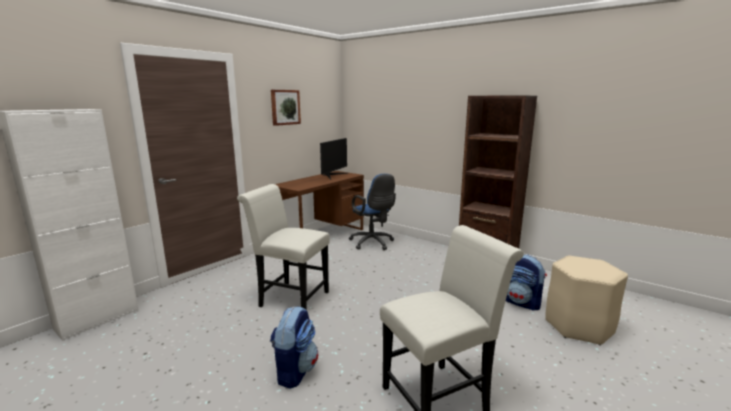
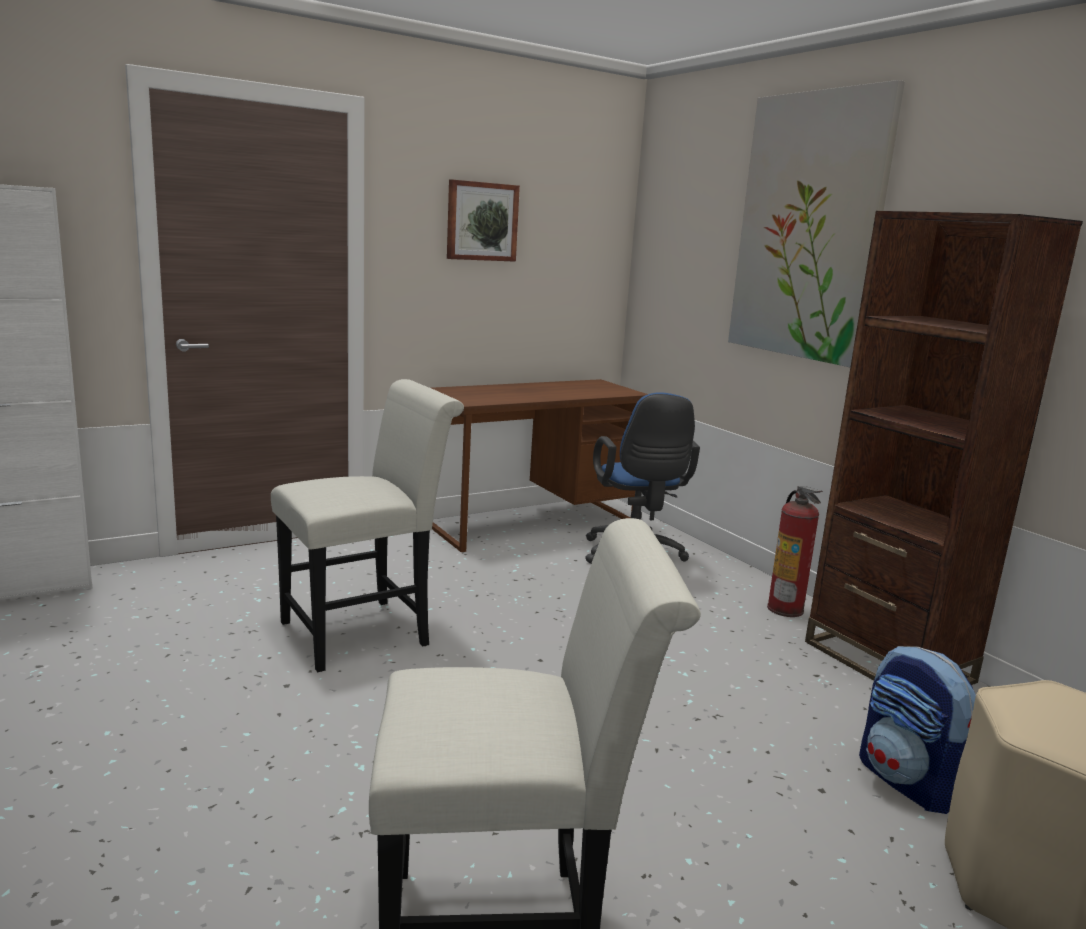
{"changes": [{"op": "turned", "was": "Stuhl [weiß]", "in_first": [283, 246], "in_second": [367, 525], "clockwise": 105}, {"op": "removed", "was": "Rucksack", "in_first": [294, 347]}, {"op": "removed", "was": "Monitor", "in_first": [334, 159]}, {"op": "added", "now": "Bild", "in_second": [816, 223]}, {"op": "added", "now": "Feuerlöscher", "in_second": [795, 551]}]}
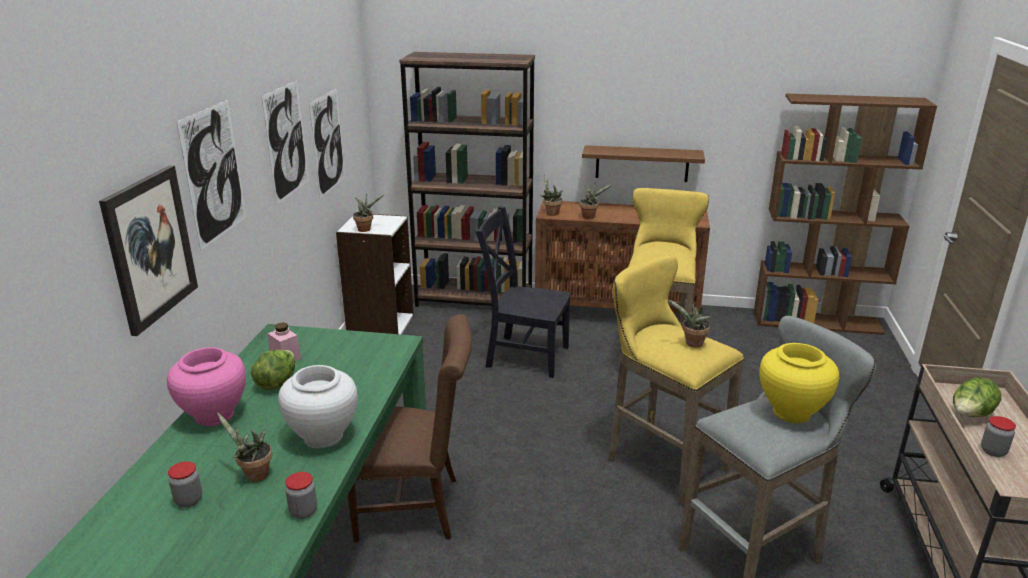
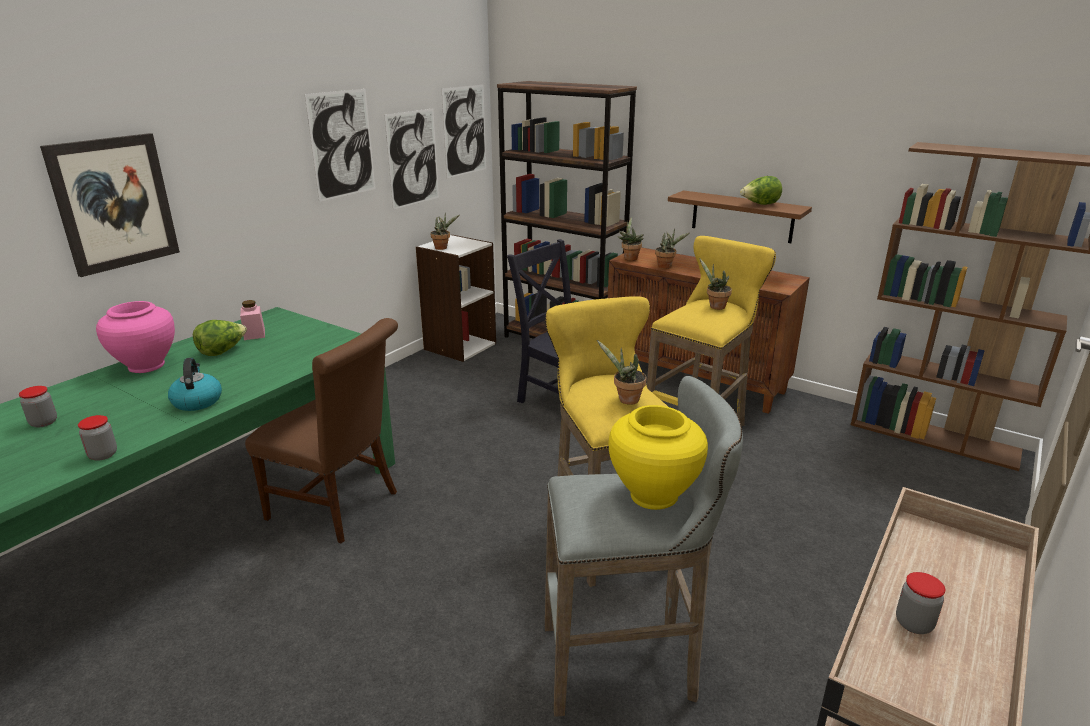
{"changes": [{"op": "moved", "was": "Bild", "in_first": [211, 175], "in_second": [464, 131]}, {"op": "moved", "was": "Topfpflanze", "in_first": [244, 447], "in_second": [716, 284]}, {"op": "replaced", "was": "Vase [weiß]", "now": "Wasserkessel", "in_first": [318, 407], "in_second": [195, 384]}, {"op": "moved", "was": "Salatkopf", "in_first": [977, 397], "in_second": [761, 190]}]}
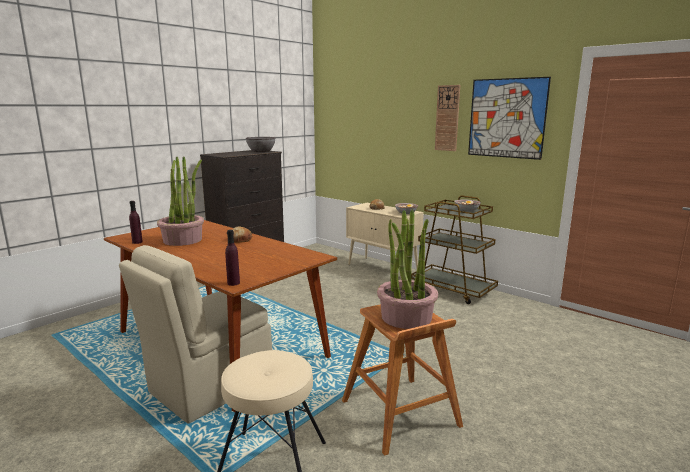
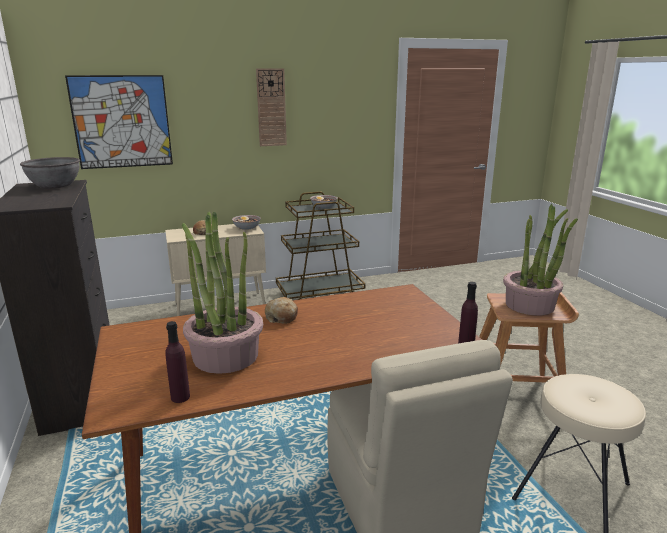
{"changes": [{"op": "moved", "was": "Bild", "in_first": [509, 118], "in_second": [119, 122]}]}
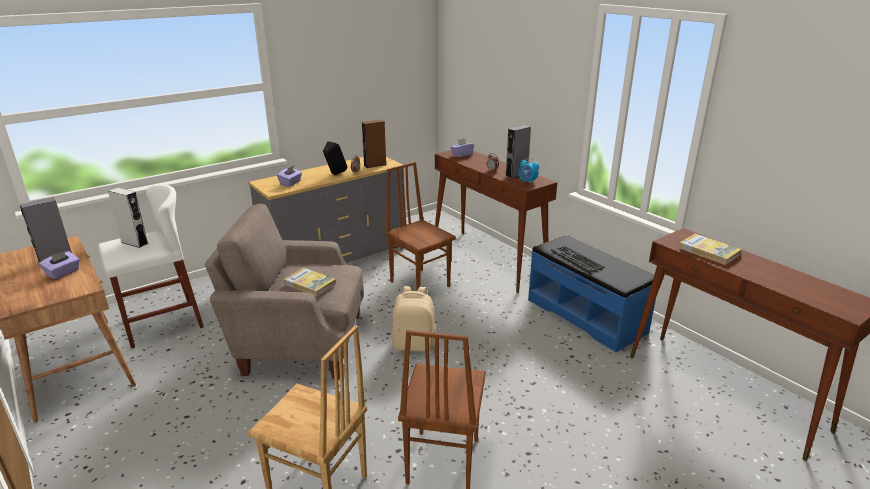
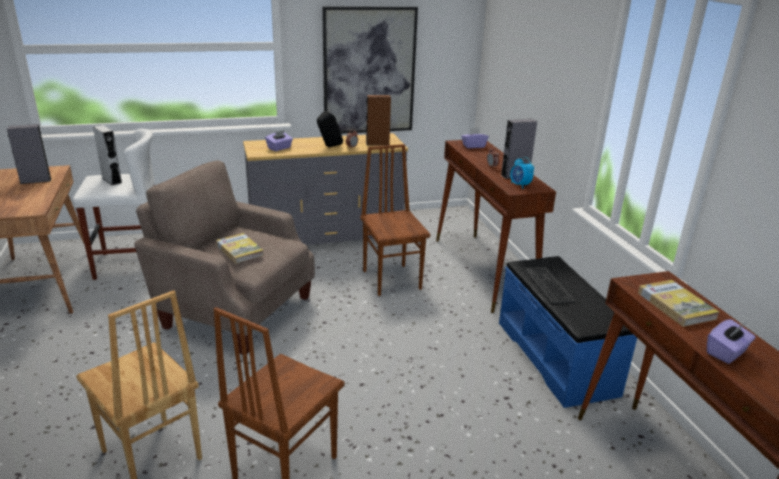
{"changes": [{"op": "moved", "was": "Taschentuchbox [lila]", "in_first": [59, 265], "in_second": [731, 341]}, {"op": "removed", "was": "Rucksack [beige]", "in_first": [414, 319]}, {"op": "added", "now": "Bild", "in_second": [370, 70]}]}
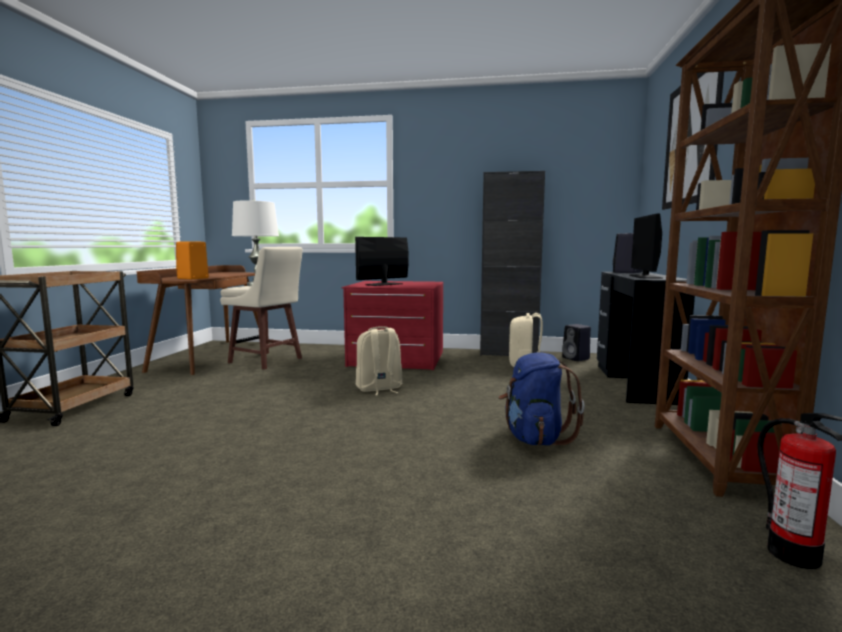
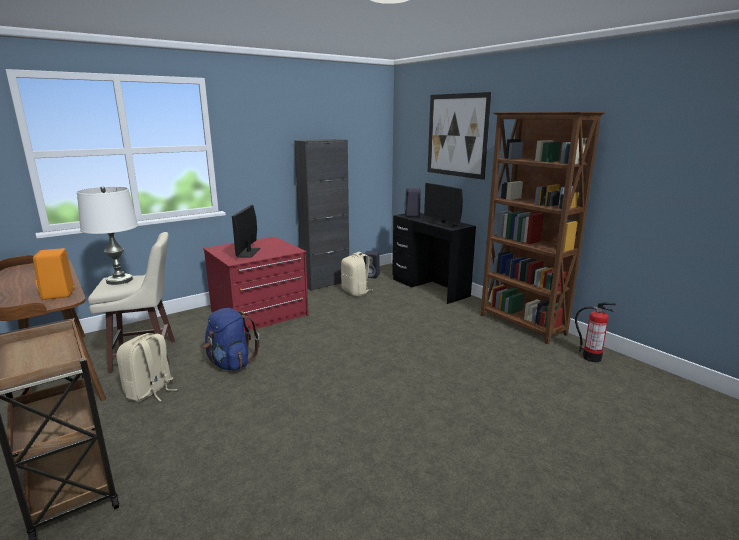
{"changes": [{"op": "moved", "was": "Rucksack [beige]", "in_first": [379, 360], "in_second": [147, 367]}, {"op": "moved", "was": "Rucksack [blau]", "in_first": [541, 398], "in_second": [231, 339]}]}
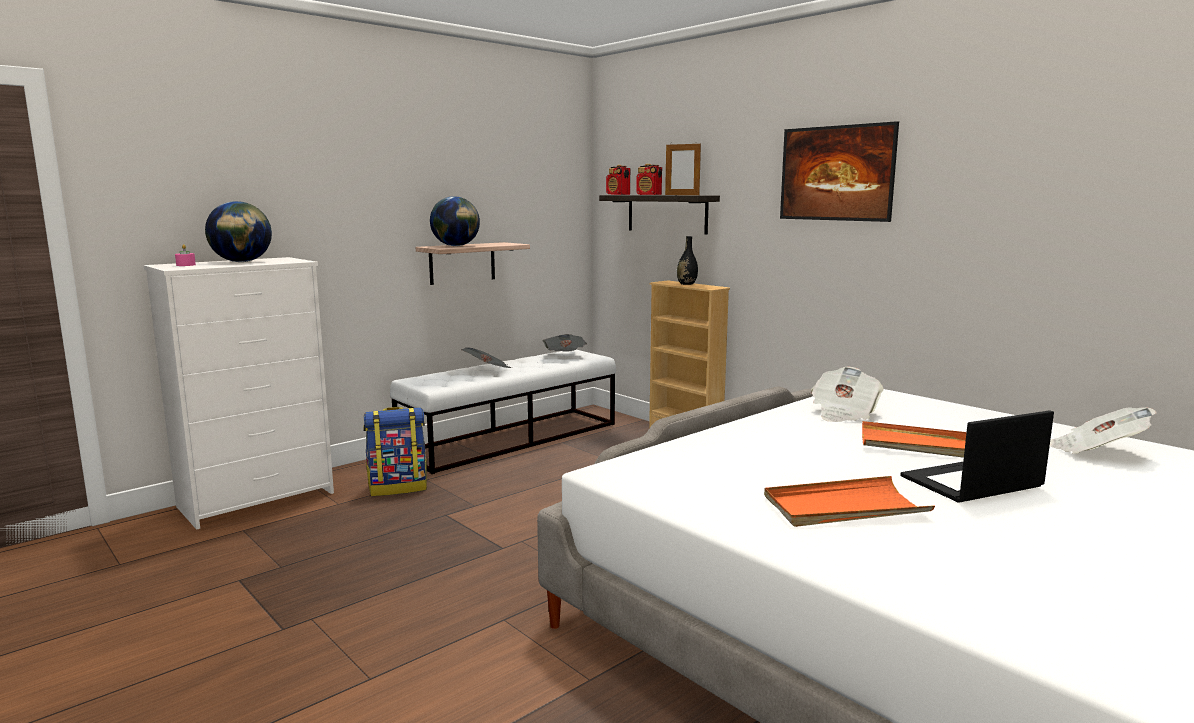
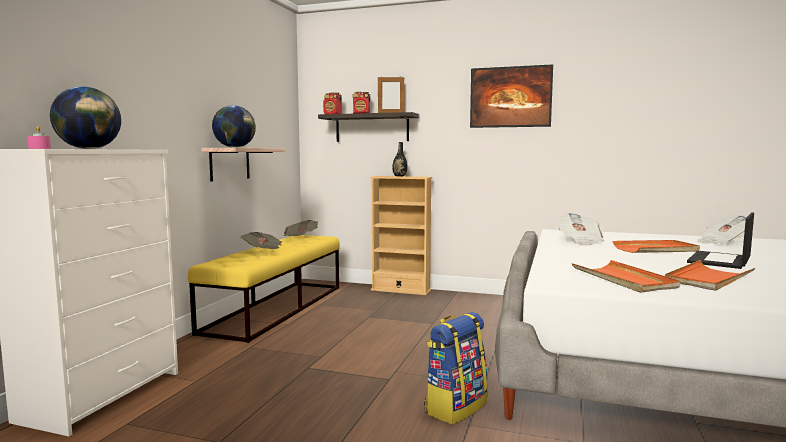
{"changes": [{"op": "moved", "was": "Rucksack", "in_first": [395, 451], "in_second": [456, 368]}, {"op": "recoloured", "was": "Bank [weiß]", "now": "Bank [gelb]", "in_first": [503, 412], "in_second": [264, 289]}, {"op": "added", "now": "Tablett [orange]", "in_second": [626, 276]}]}
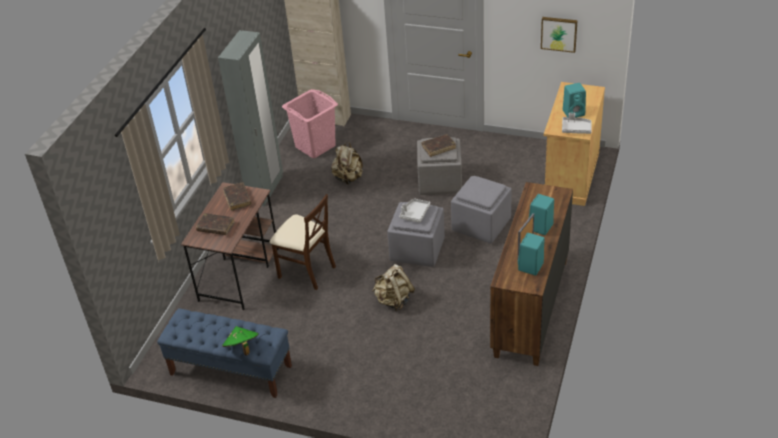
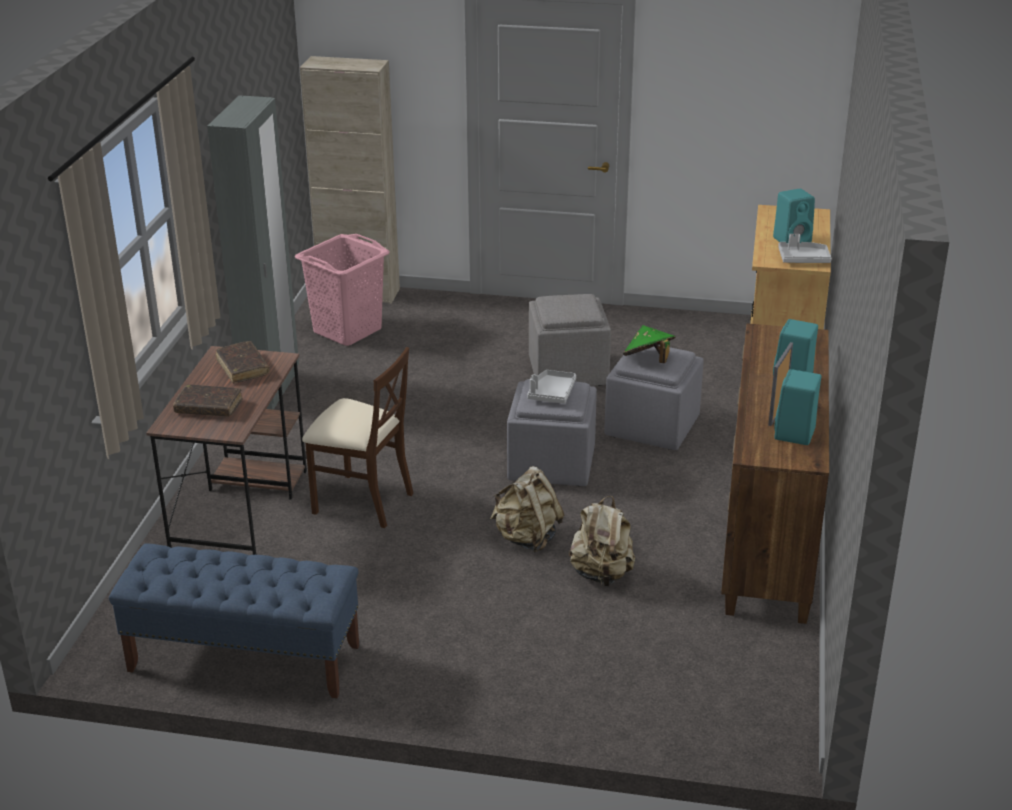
{"changes": [{"op": "moved", "was": "Hut [grün]", "in_first": [240, 341], "in_second": [649, 344]}, {"op": "moved", "was": "Rucksack [beige]", "in_first": [347, 163], "in_second": [602, 541]}, {"op": "removed", "was": "Buch [braun]", "in_first": [438, 145]}, {"op": "removed", "was": "Bild", "in_first": [559, 35]}]}
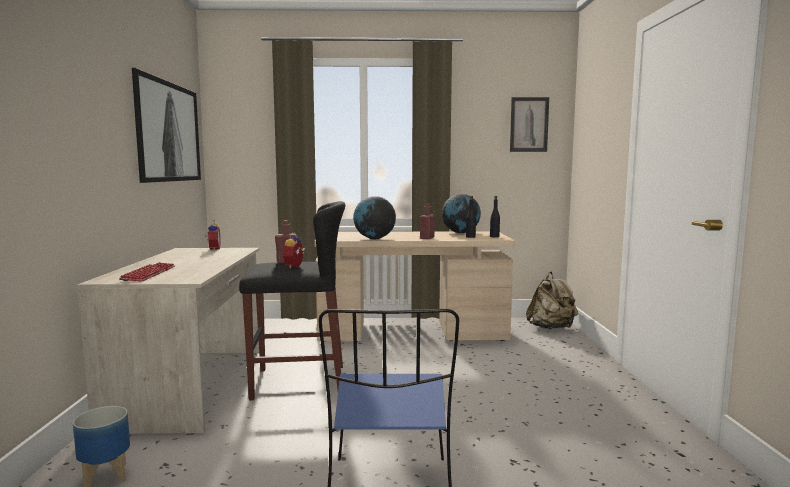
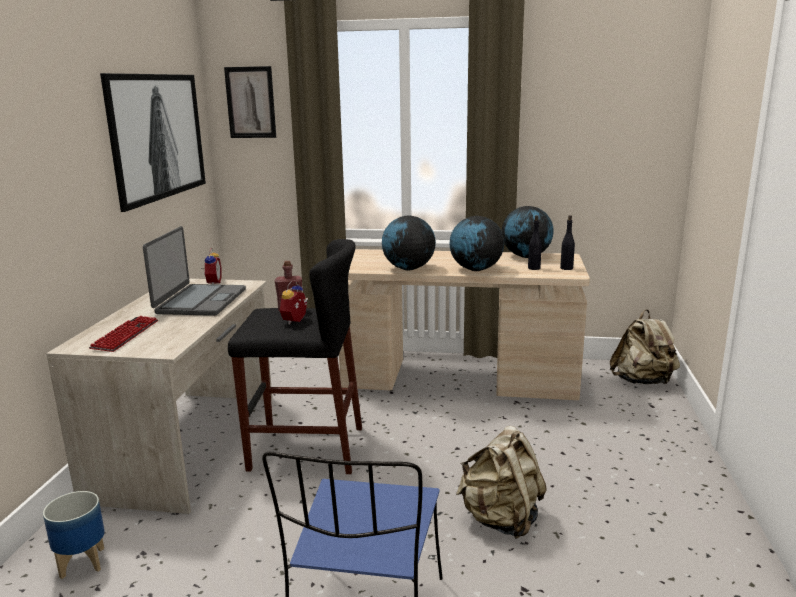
{"changes": [{"op": "replaced", "was": "Flasche [rot]", "now": "Globus", "in_first": [427, 221], "in_second": [476, 243]}, {"op": "moved", "was": "Bild", "in_first": [529, 124], "in_second": [250, 102]}, {"op": "added", "now": "Laptop", "in_second": [194, 271]}, {"op": "added", "now": "Rucksack [beige]", "in_second": [501, 482]}]}
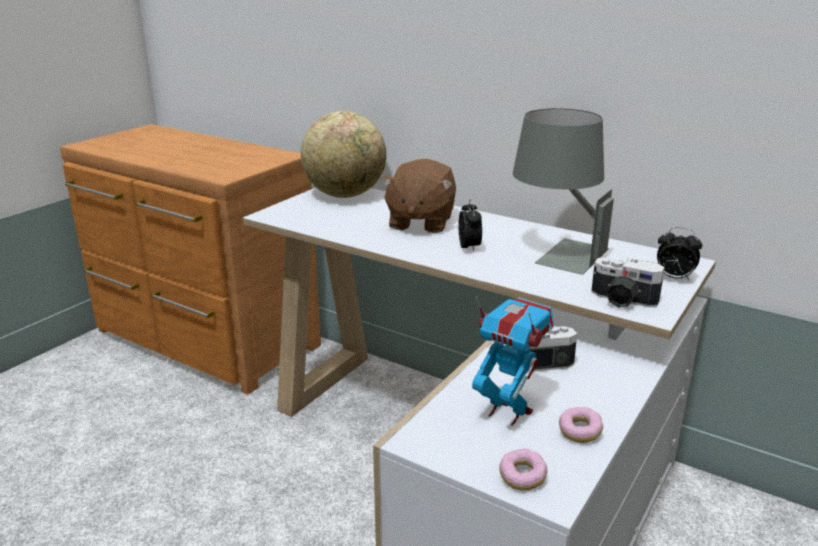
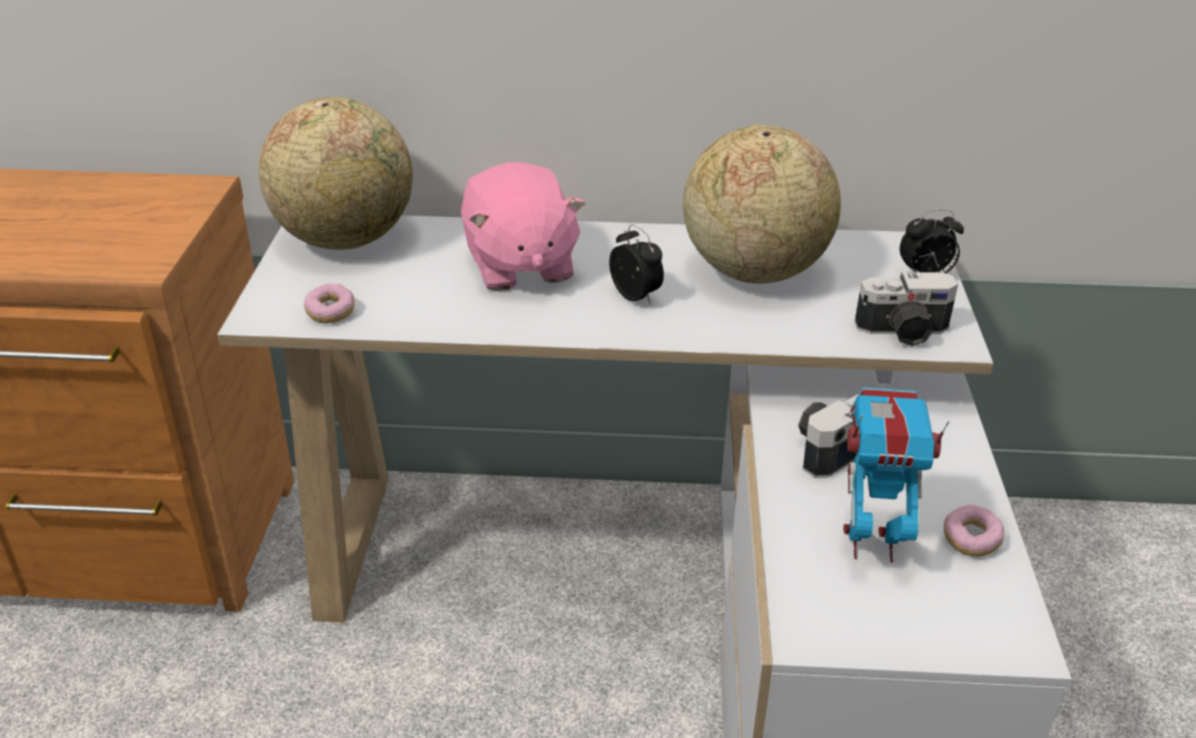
{"changes": [{"op": "recoloured", "was": "Plüschtier [braun]", "now": "Plüschtier [rosa]", "in_first": [418, 196], "in_second": [523, 226]}, {"op": "moved", "was": "Donut", "in_first": [523, 469], "in_second": [329, 304]}, {"op": "replaced", "was": "Tischlampe [grau]", "now": "Globus", "in_first": [563, 191], "in_second": [762, 204]}]}
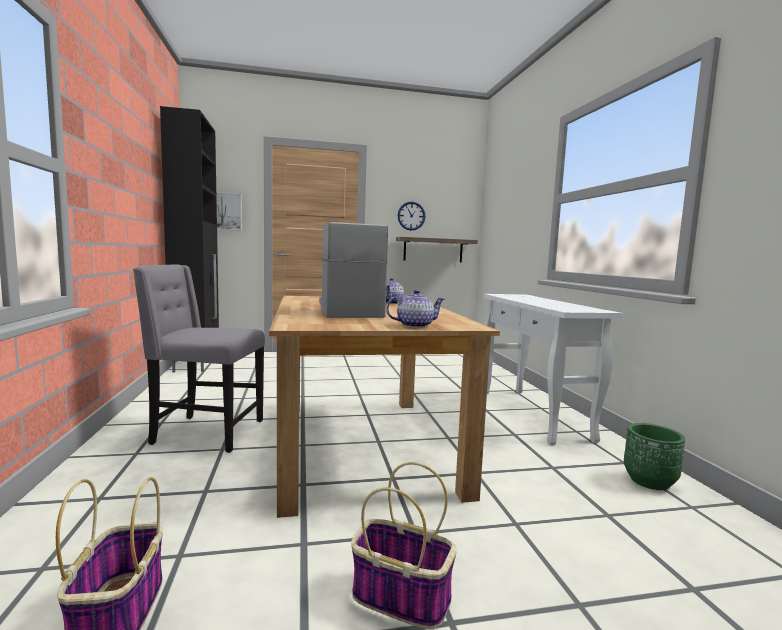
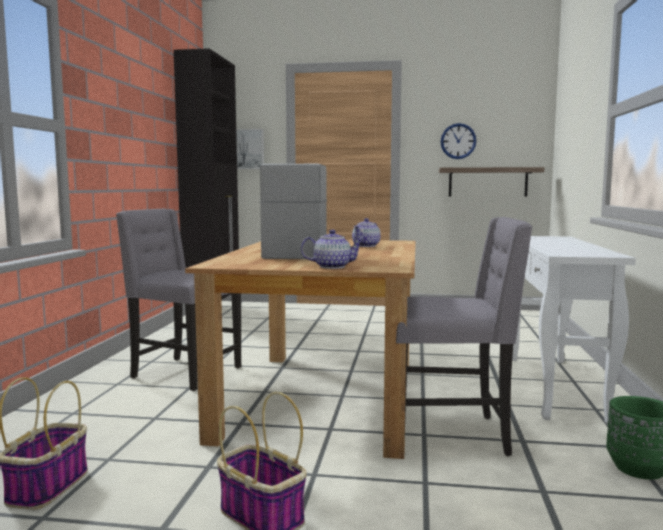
{"changes": [{"op": "added", "now": "Stuhl [grau]", "in_second": [464, 336]}]}
